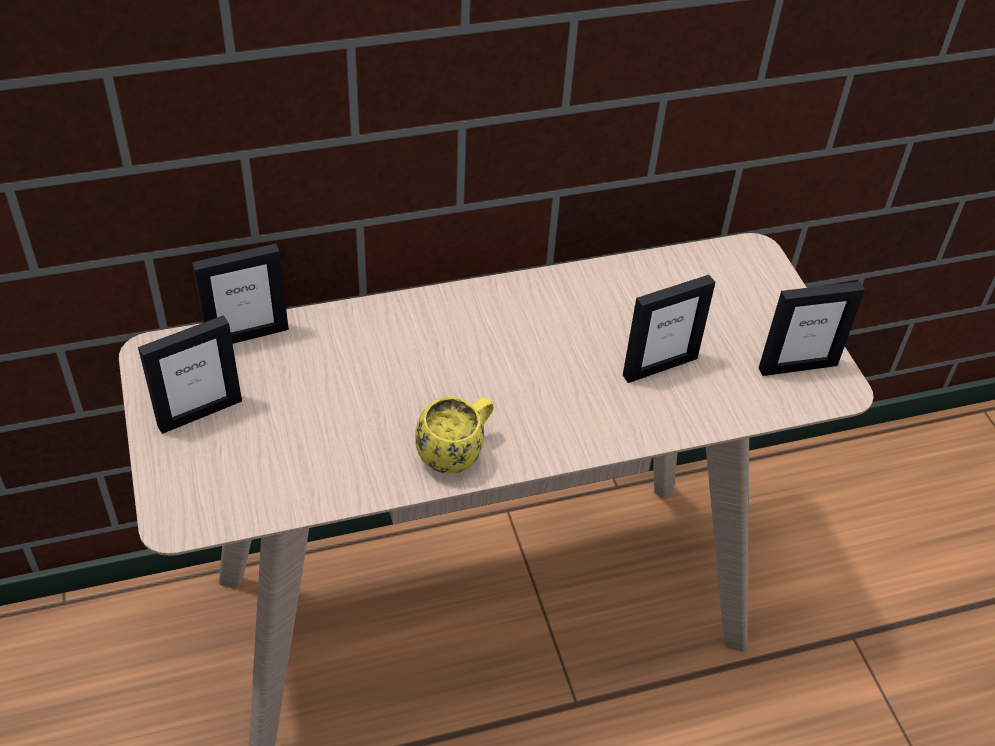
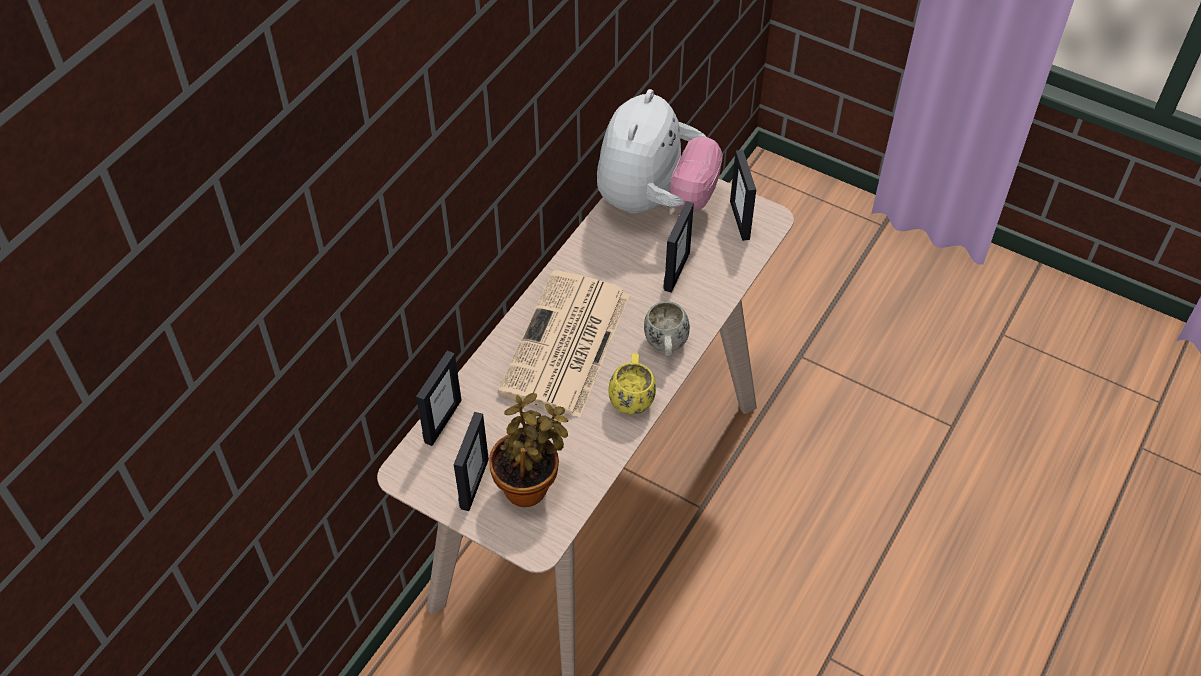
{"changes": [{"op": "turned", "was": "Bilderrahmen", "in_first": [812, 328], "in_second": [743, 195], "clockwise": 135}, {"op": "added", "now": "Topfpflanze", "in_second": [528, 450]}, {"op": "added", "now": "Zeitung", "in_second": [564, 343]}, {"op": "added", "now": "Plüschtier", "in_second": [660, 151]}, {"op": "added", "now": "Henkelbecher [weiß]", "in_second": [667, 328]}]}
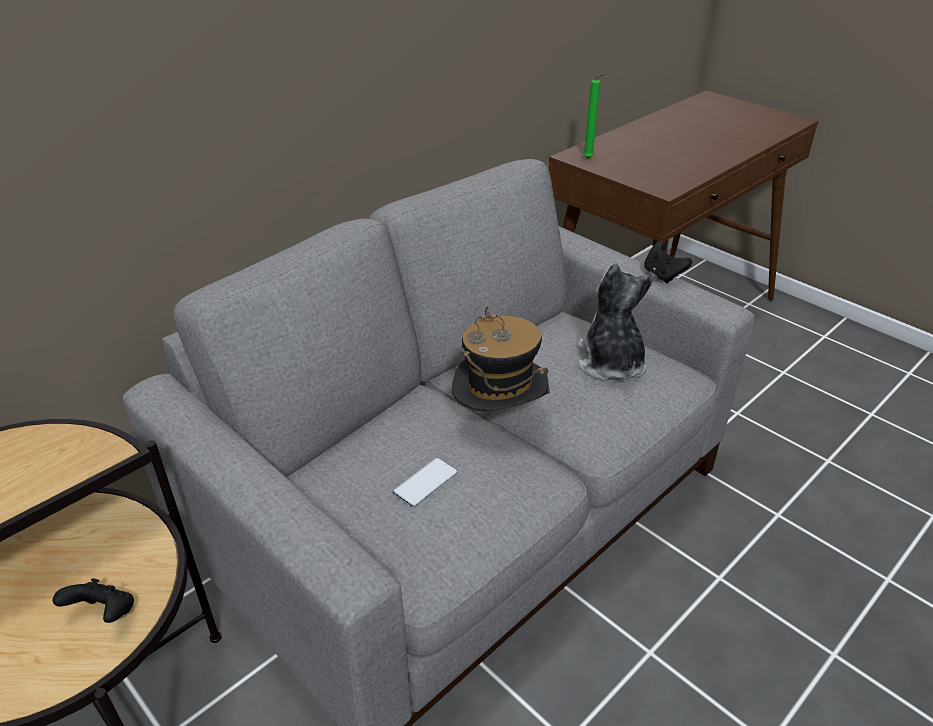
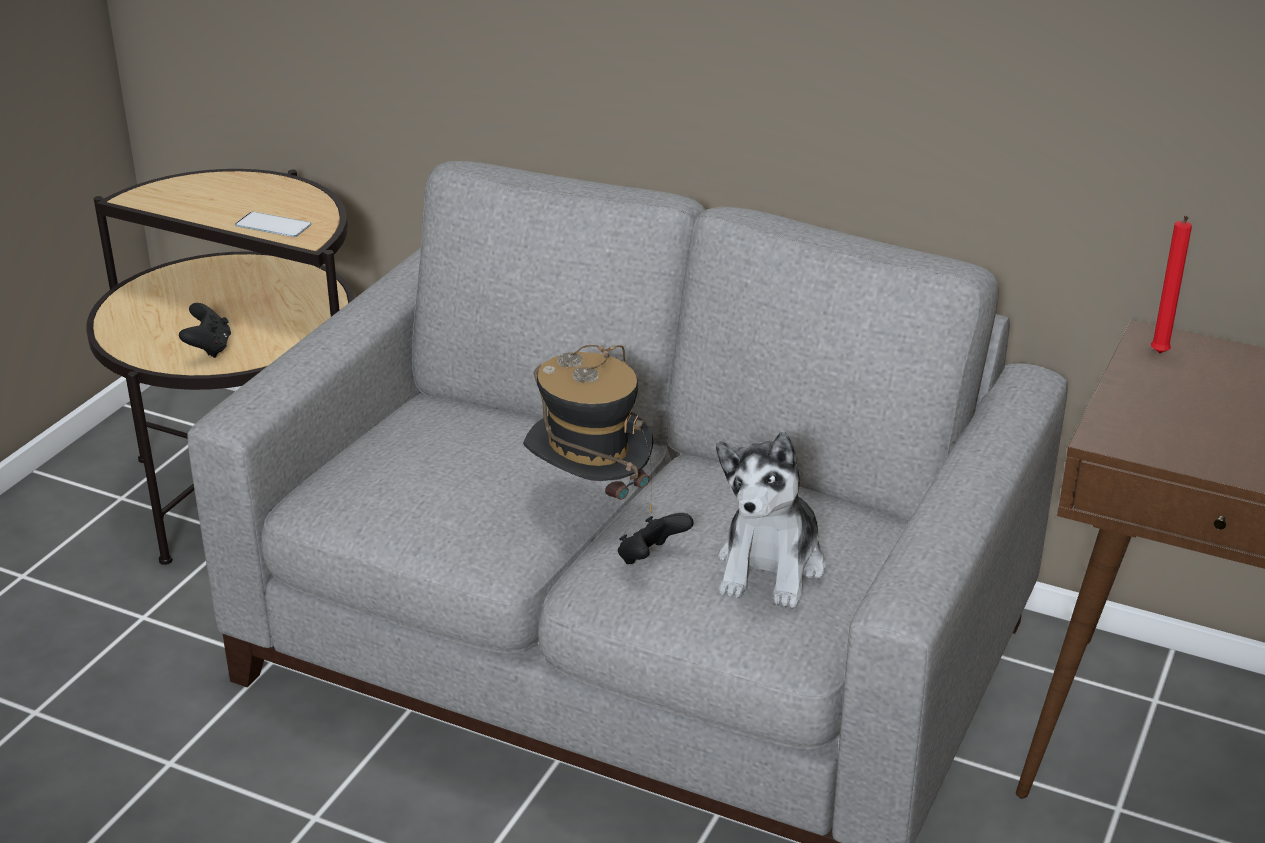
{"changes": [{"op": "moved", "was": "Handy", "in_first": [425, 482], "in_second": [273, 224]}, {"op": "turned", "was": "Plüschtier", "in_first": [616, 322], "in_second": [771, 520], "clockwise": 135}, {"op": "recoloured", "was": "Kerze [grün]", "now": "Kerze [rot]", "in_first": [594, 116], "in_second": [1171, 284]}, {"op": "moved", "was": "Gamepad [schwarz]", "in_first": [668, 262], "in_second": [656, 538]}]}
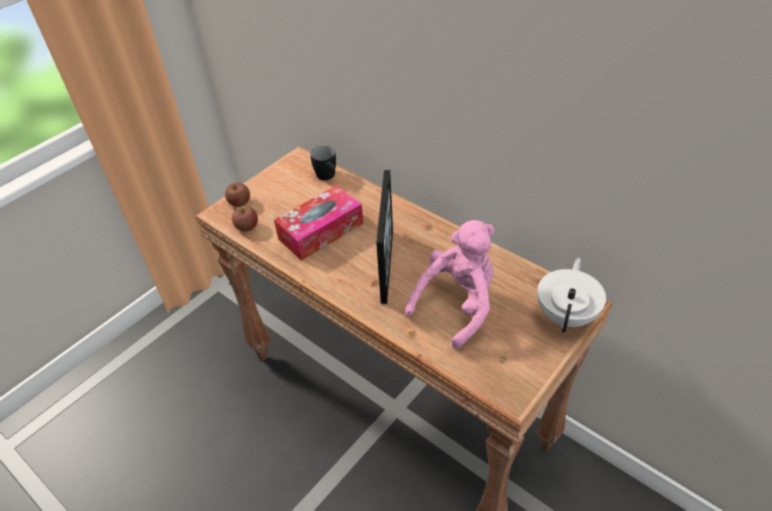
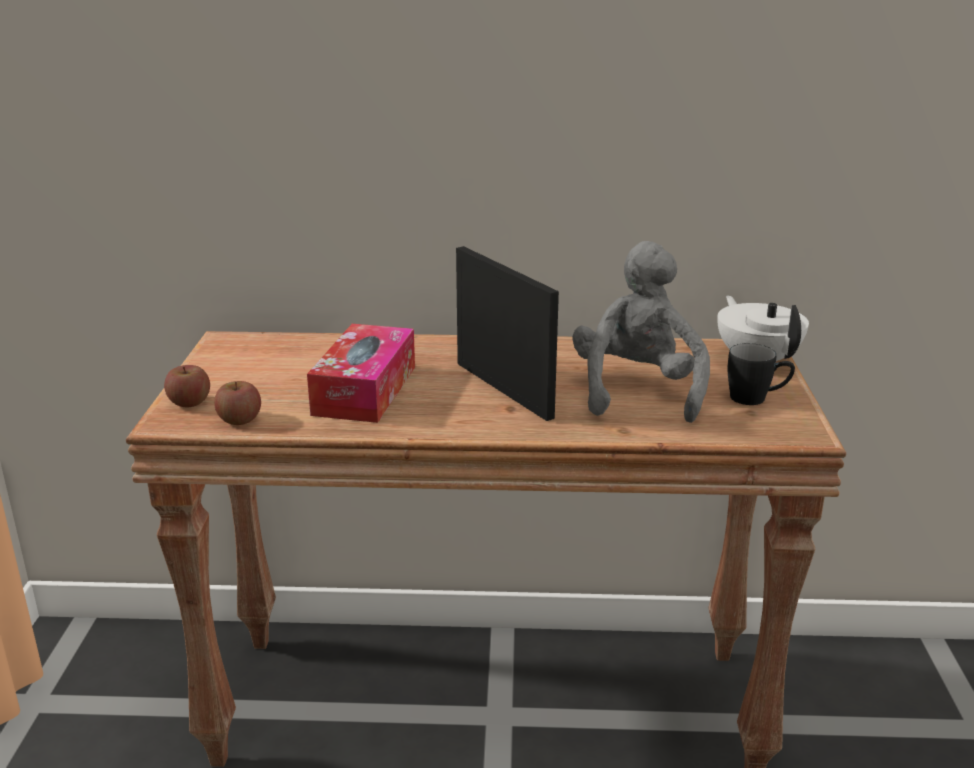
{"changes": [{"op": "moved", "was": "Henkelbecher [schwarz]", "in_first": [323, 163], "in_second": [761, 374]}, {"op": "recoloured", "was": "Plüschtier [rosa]", "now": "Plüschtier [grau]", "in_first": [449, 284], "in_second": [641, 332]}]}
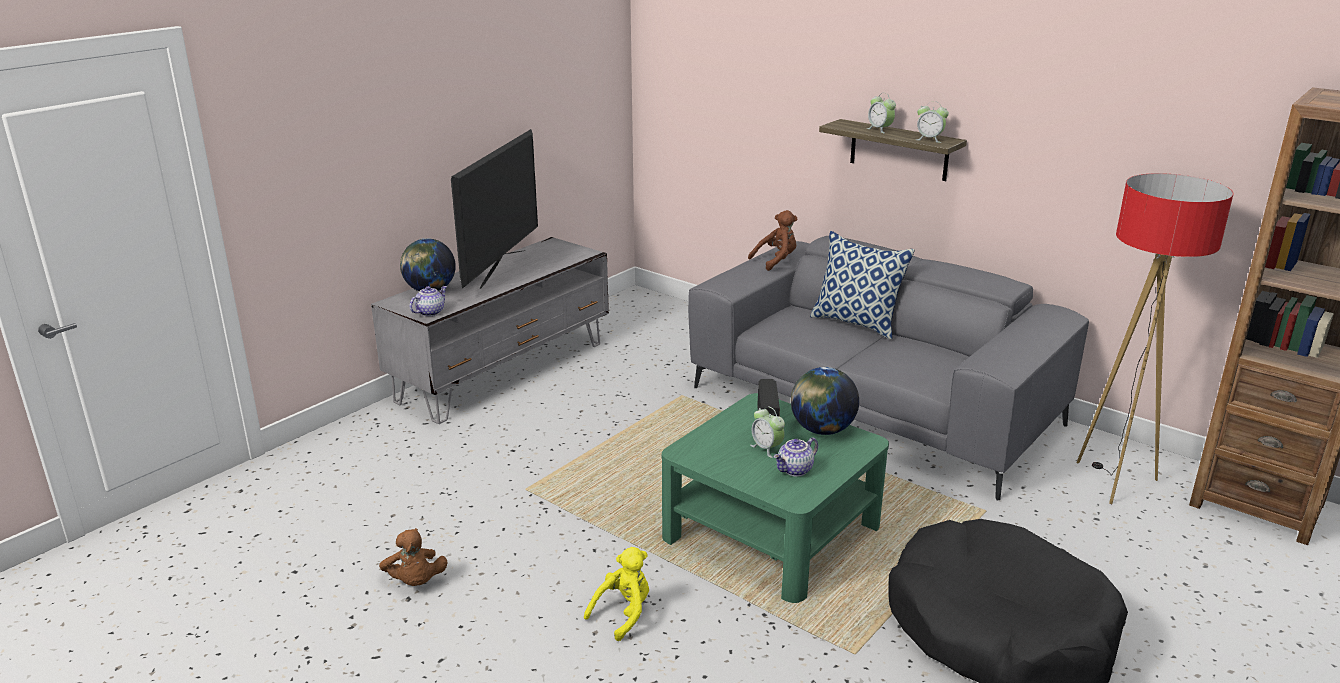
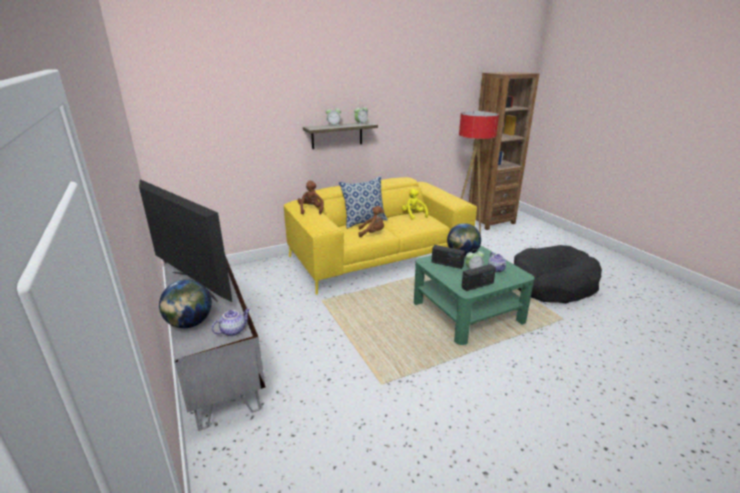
{"changes": [{"op": "moved", "was": "Plüschtier [braun]", "in_first": [413, 557], "in_second": [371, 221]}, {"op": "turned", "was": "Teekanne", "in_first": [428, 301], "in_second": [230, 322], "clockwise": 75}, {"op": "moved", "was": "Plüschtier [gelb]", "in_first": [616, 594], "in_second": [415, 204]}, {"op": "recoloured", "was": "Sofa [grau]", "now": "Sofa [gelb]", "in_first": [888, 368], "in_second": [380, 236]}, {"op": "added", "now": "Radio", "in_second": [479, 277]}]}
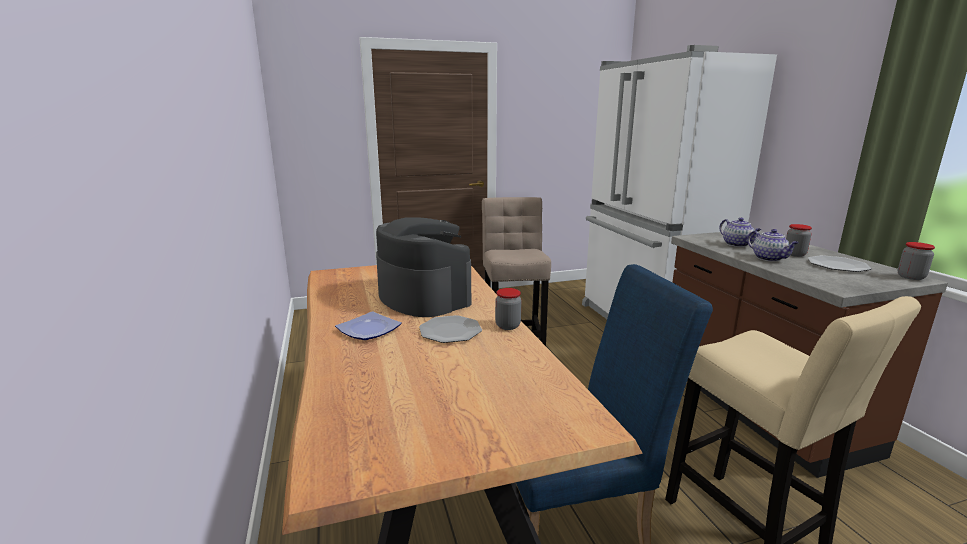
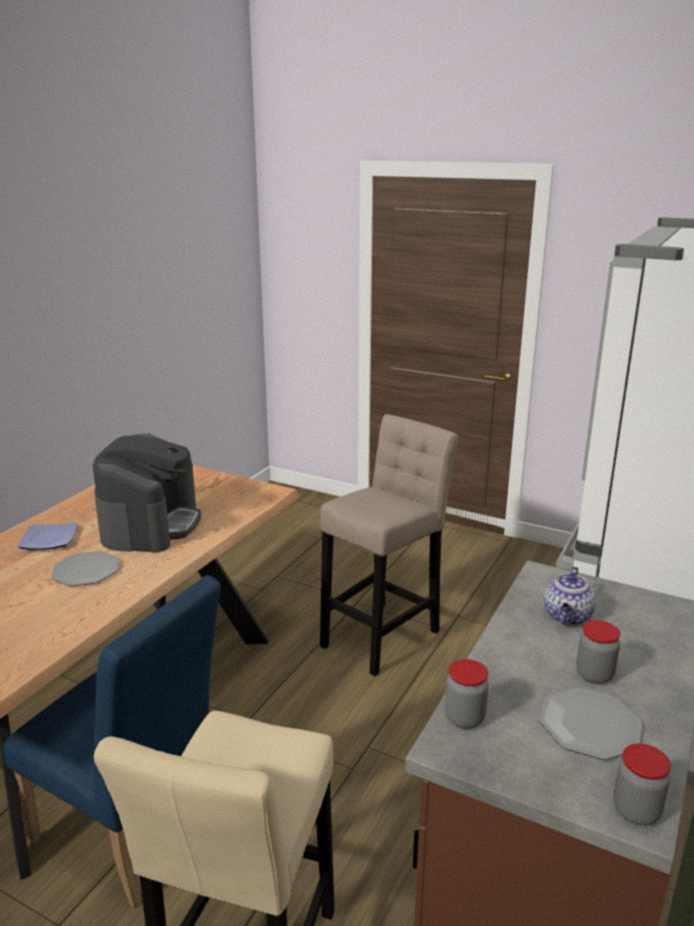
{"changes": [{"op": "moved", "was": "Vorratsglas", "in_first": [508, 309], "in_second": [467, 694]}, {"op": "removed", "was": "Teekanne", "in_first": [773, 245]}]}
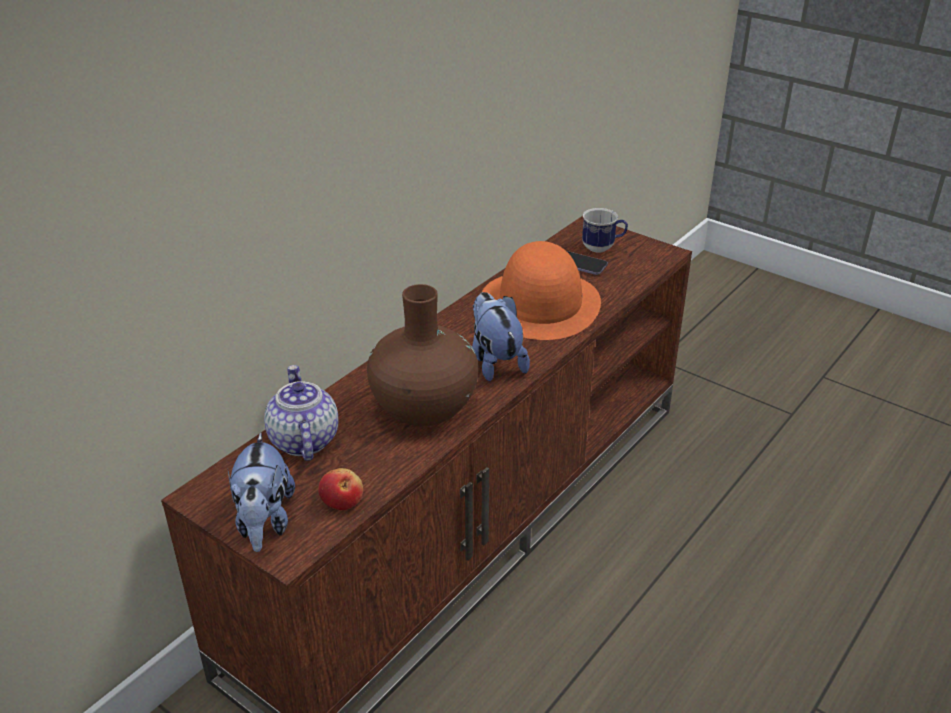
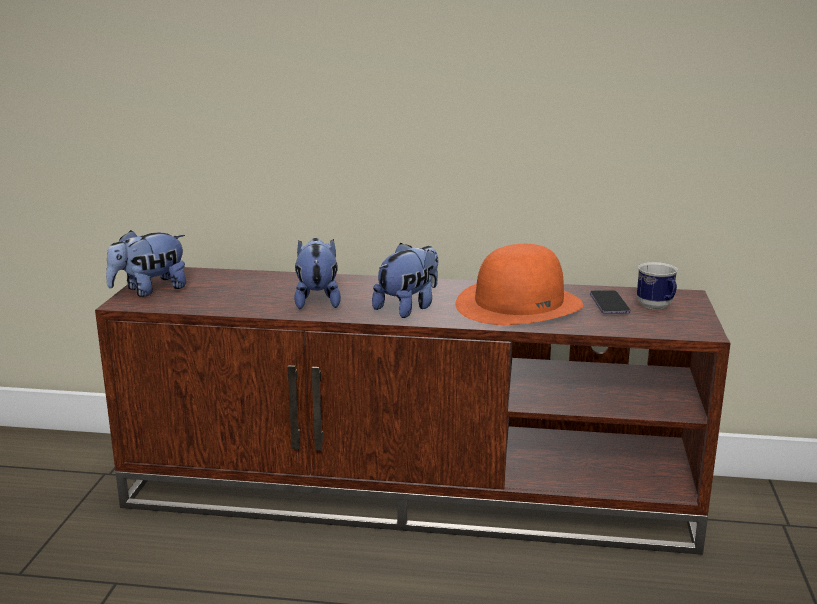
{"changes": [{"op": "removed", "was": "Teekanne", "in_first": [301, 413]}, {"op": "removed", "was": "Apfel", "in_first": [340, 489]}, {"op": "replaced", "was": "Vase [braun]", "now": "Plüschtier", "in_first": [422, 355], "in_second": [317, 273]}]}
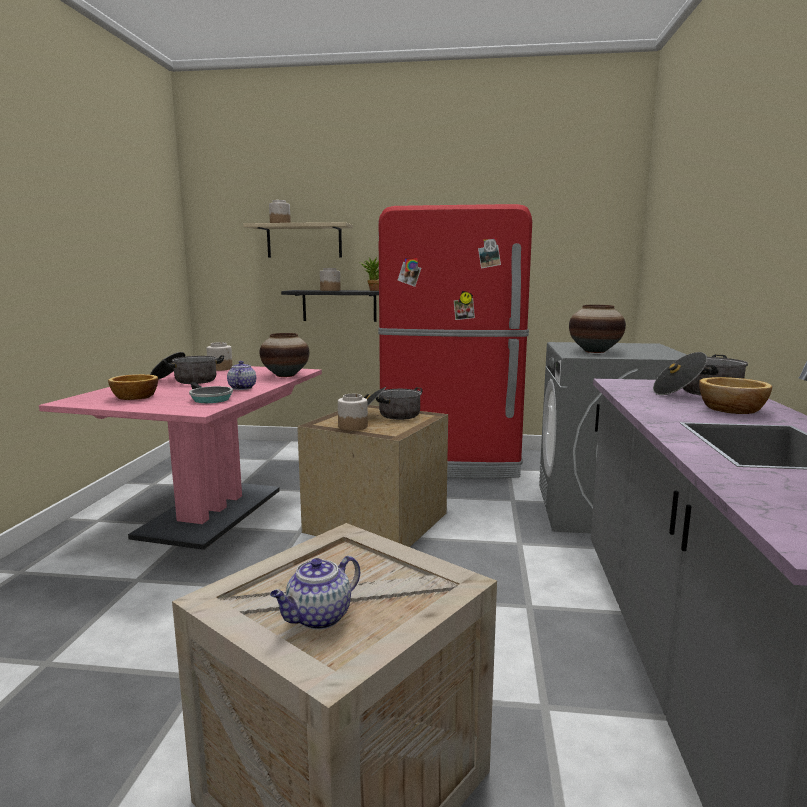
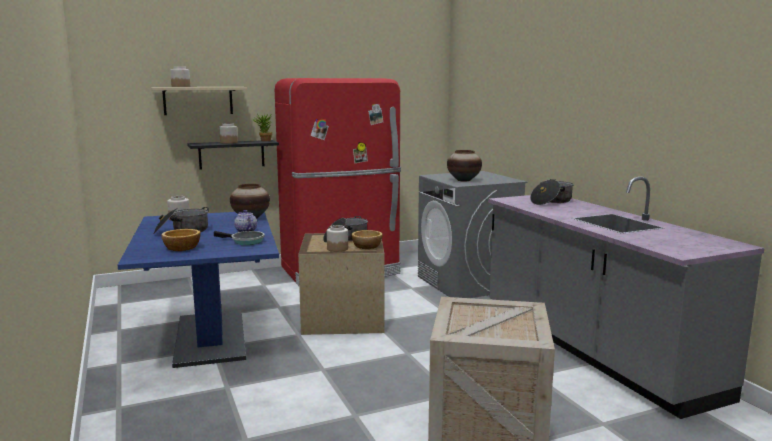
{"changes": [{"op": "recoloured", "was": "Esstisch [rosa]", "now": "Esstisch [blau]", "in_first": [180, 458], "in_second": [198, 290]}, {"op": "removed", "was": "Teekanne", "in_first": [315, 593]}, {"op": "moved", "was": "Schüssel", "in_first": [735, 395], "in_second": [367, 239]}]}
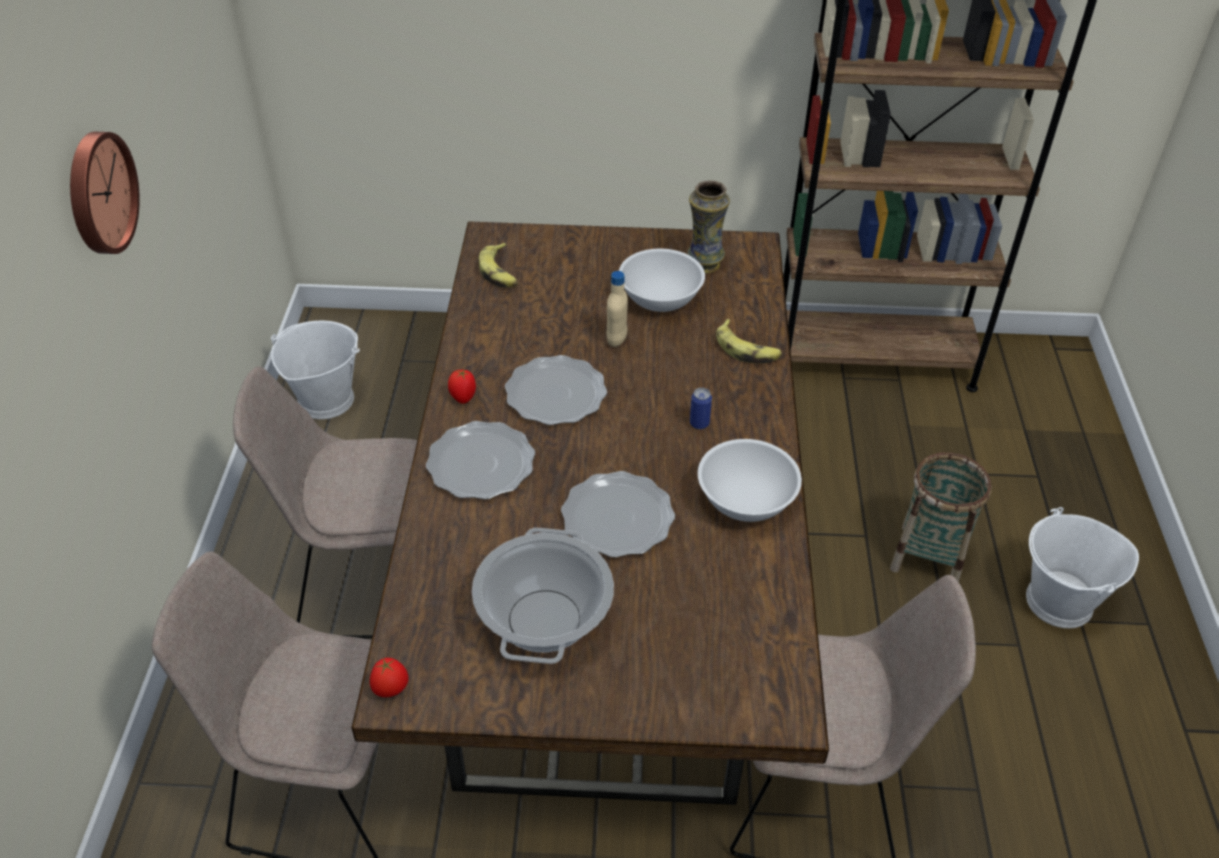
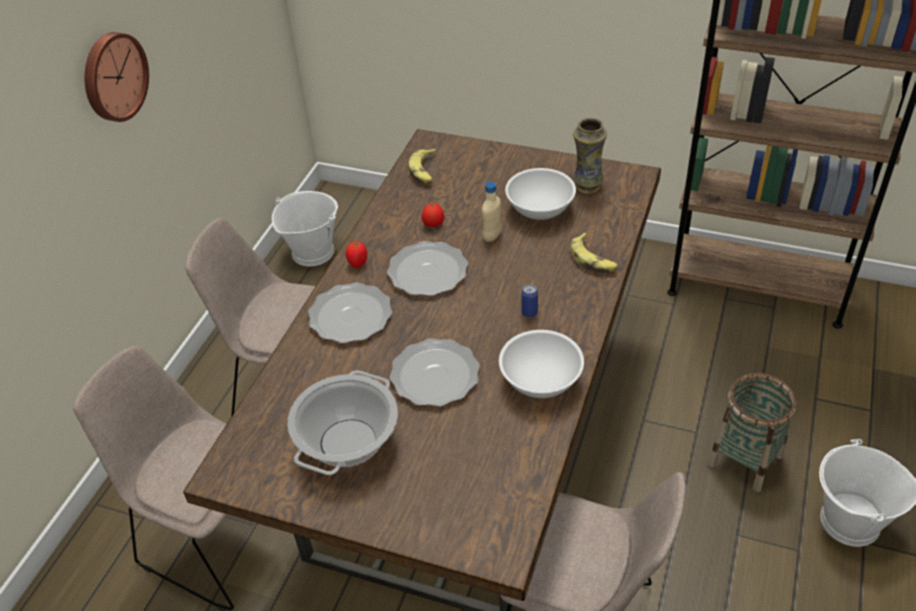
{"changes": [{"op": "moved", "was": "Tomate", "in_first": [389, 677], "in_second": [433, 214]}]}
